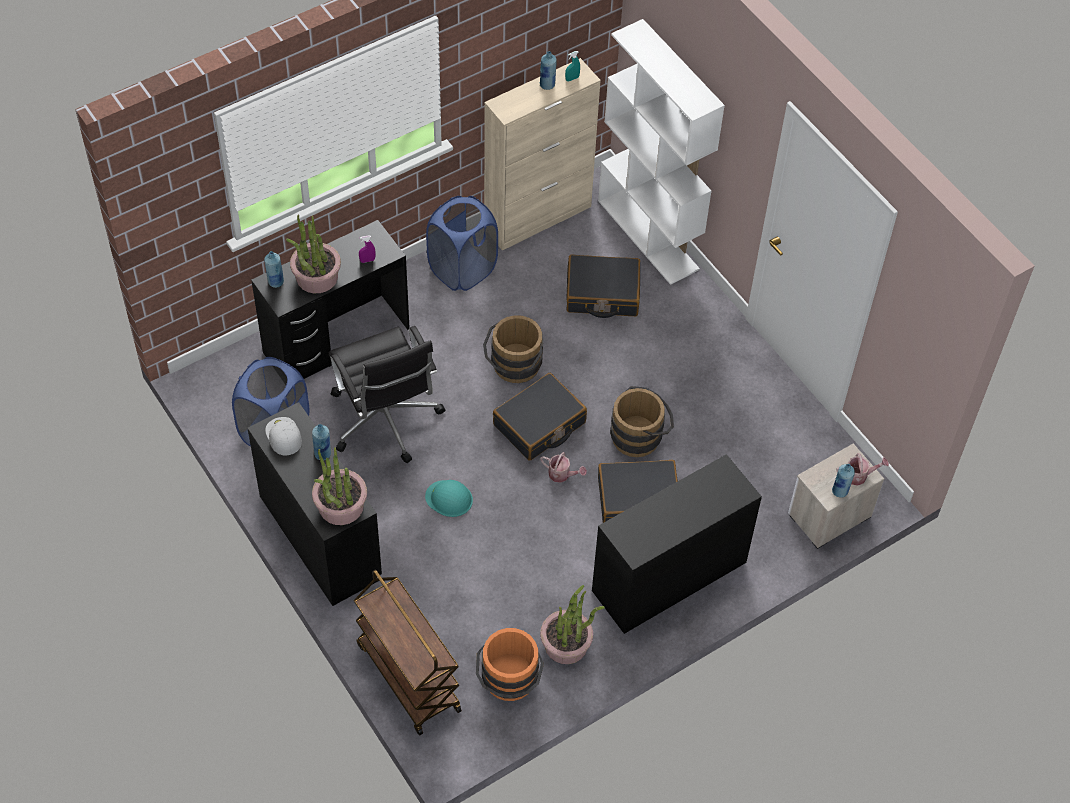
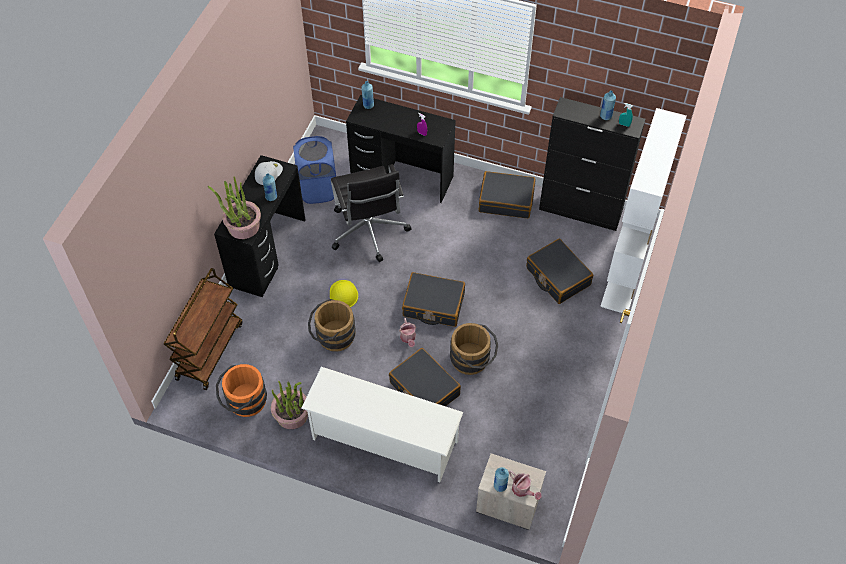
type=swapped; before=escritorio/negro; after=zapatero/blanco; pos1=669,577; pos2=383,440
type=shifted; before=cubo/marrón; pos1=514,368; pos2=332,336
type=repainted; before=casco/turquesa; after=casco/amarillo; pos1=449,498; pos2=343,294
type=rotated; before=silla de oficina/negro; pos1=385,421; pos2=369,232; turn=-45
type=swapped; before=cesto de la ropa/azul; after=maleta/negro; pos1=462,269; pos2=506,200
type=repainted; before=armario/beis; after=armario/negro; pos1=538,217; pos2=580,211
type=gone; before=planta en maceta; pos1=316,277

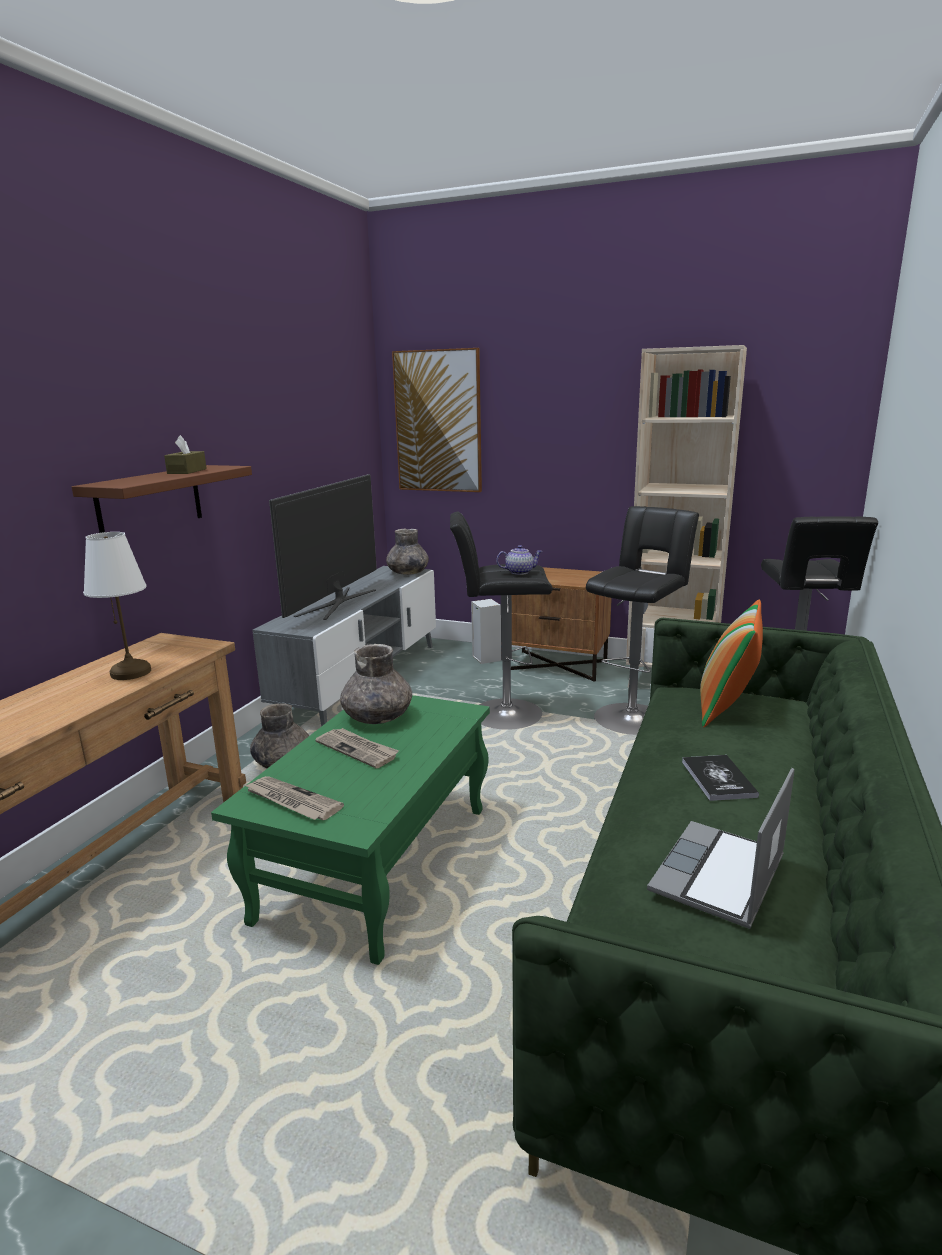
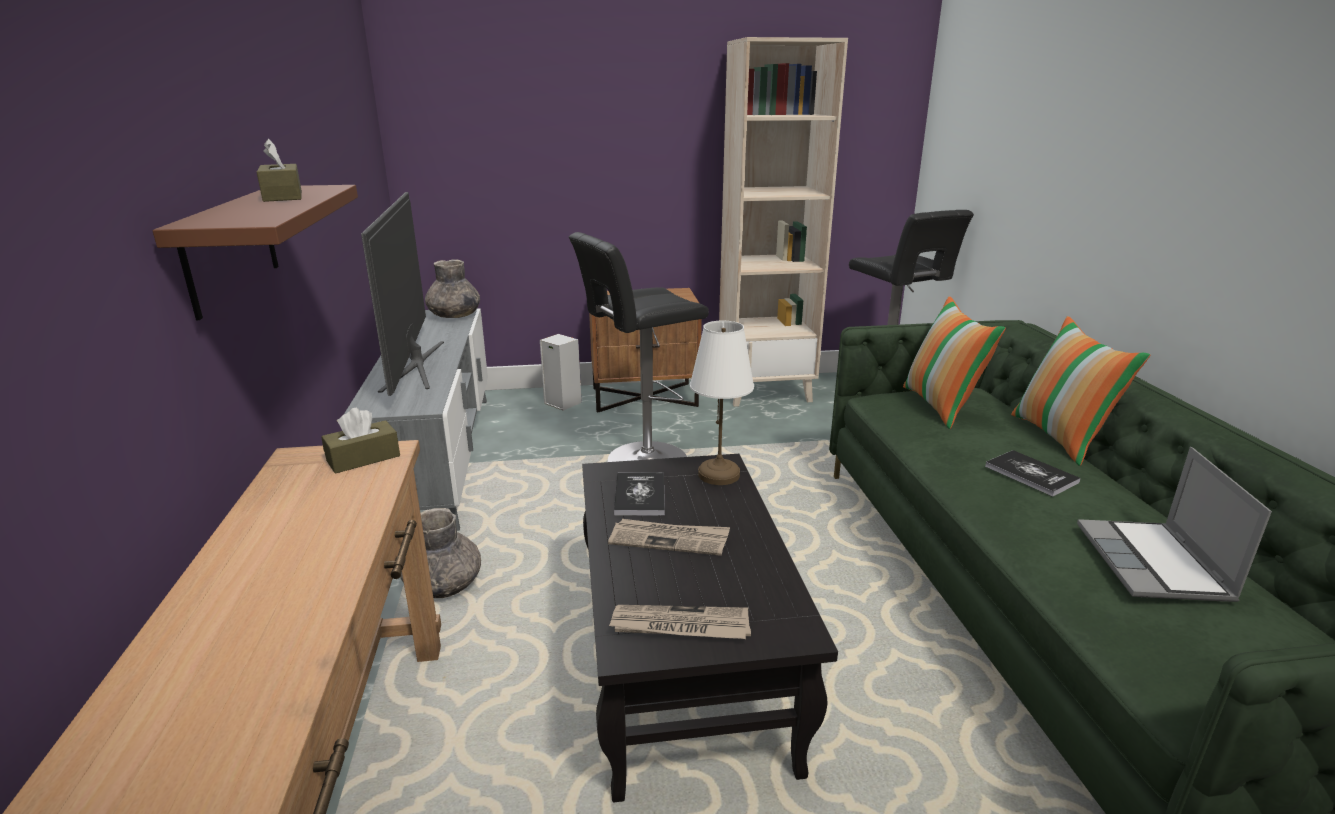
type=new; after=caja de pañuelos/marrón; pos2=363,458
type=repainted; before=mesa de centro/verde; after=mesa de centro/negro; pos1=376,863; pos2=684,667
type=swapped; before=florero/gris; after=libro; pos1=378,717; pos2=639,495
type=shifted; before=lámpara de mesa/blanco; pos1=131,672; pos2=718,474
type=new; after=cojín; pos2=1061,438
type=gone; before=cuadro; pos1=438,422
type=gone; before=tetera; pos1=519,572
type=gone; before=taburete/negro; pos1=633,716

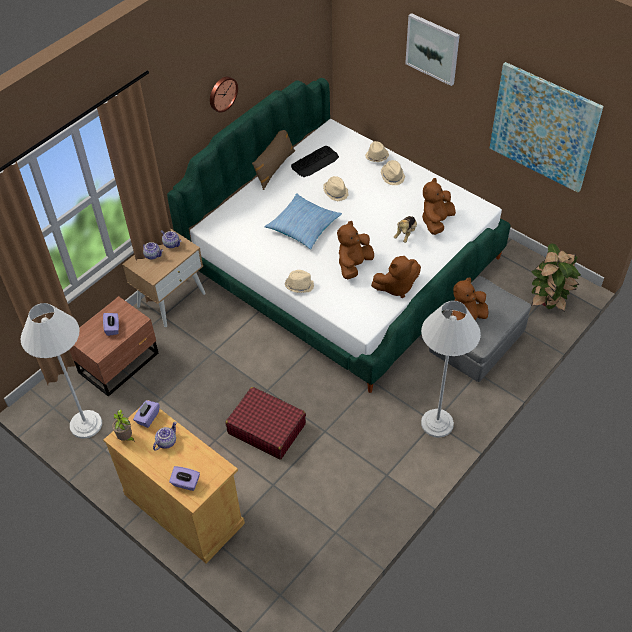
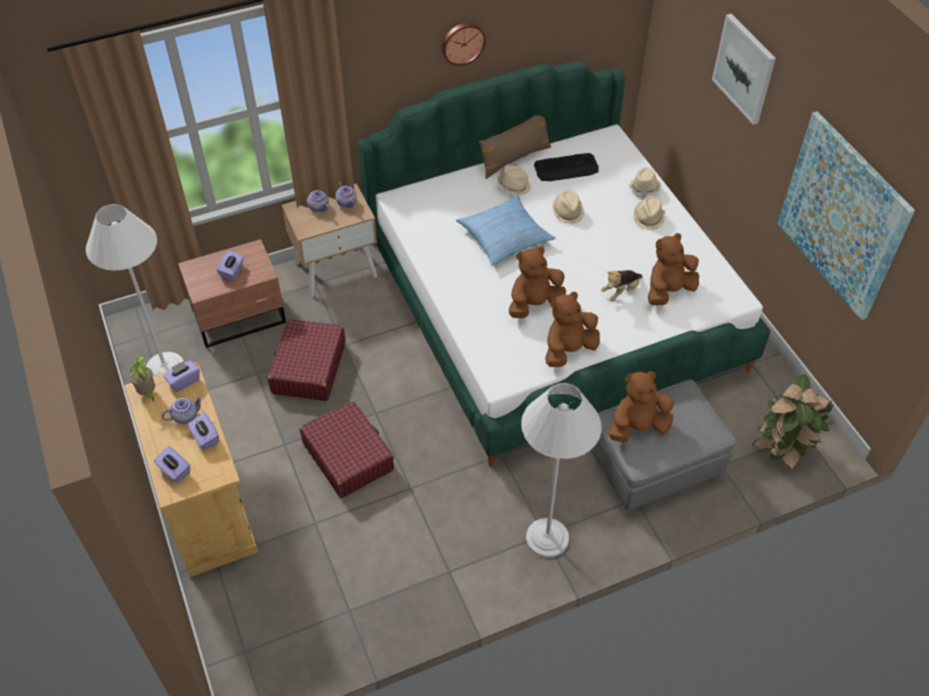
type=new; after=caja de pañuelos/morado; pos2=205,438
type=new; after=maleta/rojo; pos2=308,368
type=shifted; before=sombrero/beis; pos1=299,285; pos2=513,186
type=rotated; before=peluche/marrón; pos1=396,287; pos2=568,350; turn=135

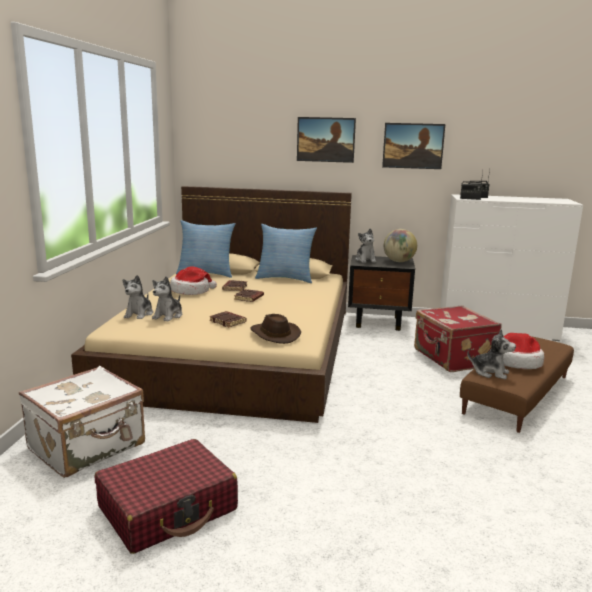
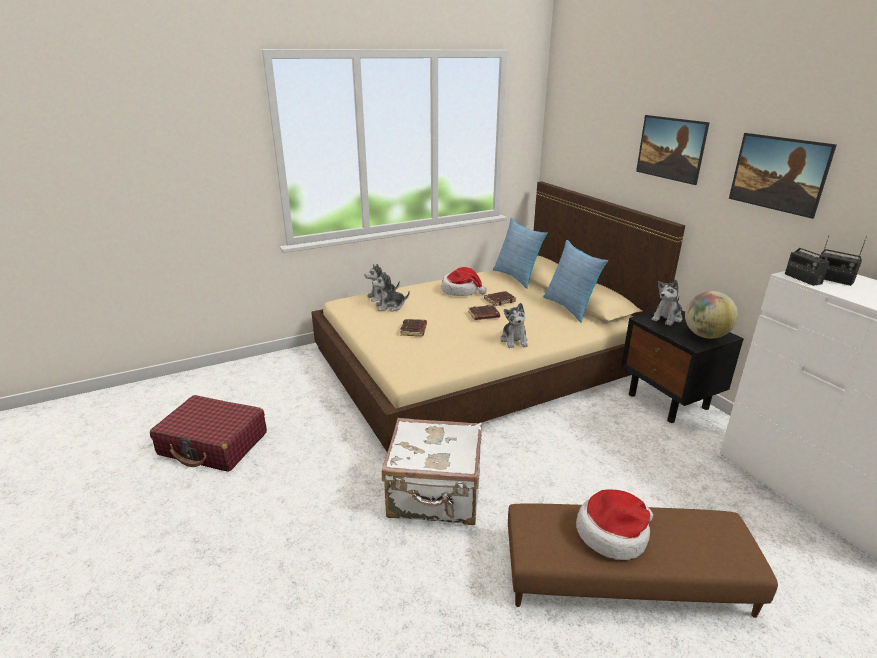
type=shifted; before=maleta/blanco; pos1=88,447; pos2=435,496
type=shifted; before=peluche; pos1=490,372; pos2=514,340
type=gone; before=sombrero/marrón; pos1=274,334
type=gone; before=maleta/rojo; pos1=452,358

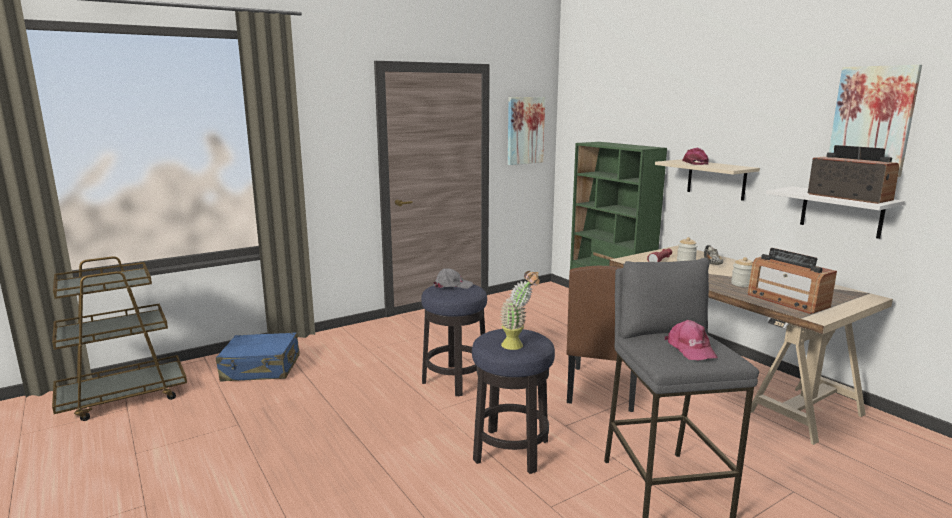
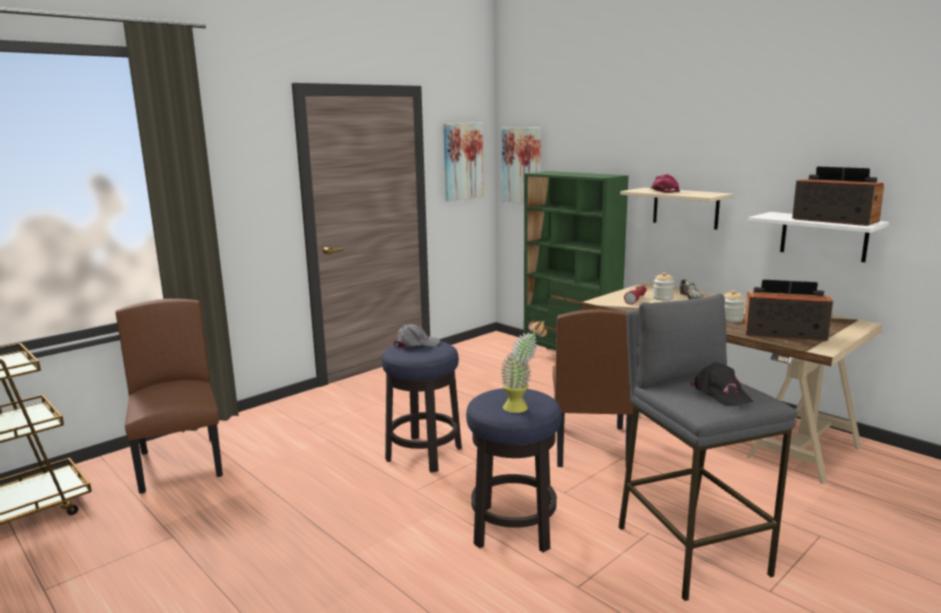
type=swapped; before=maleta/azul; after=silla/marrón; pos1=261,369; pos2=181,464
type=shifted; before=cuadro; pos1=872,120; pos2=522,165
type=repainted; before=gorra/rosa; after=gorra/negro; pos1=690,349; pos2=721,394
type=rotated; before=radio; pos1=787,301; pos2=784,333; turn=150

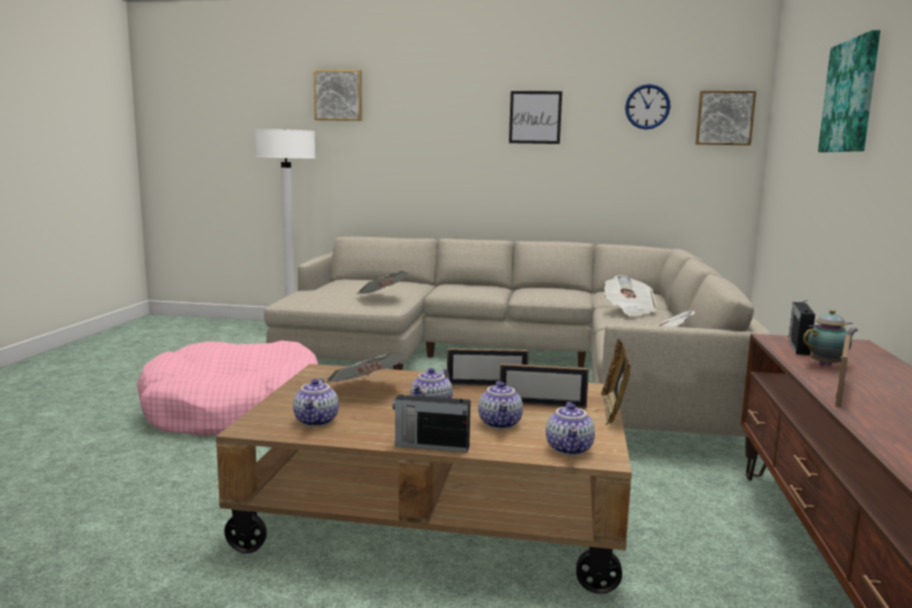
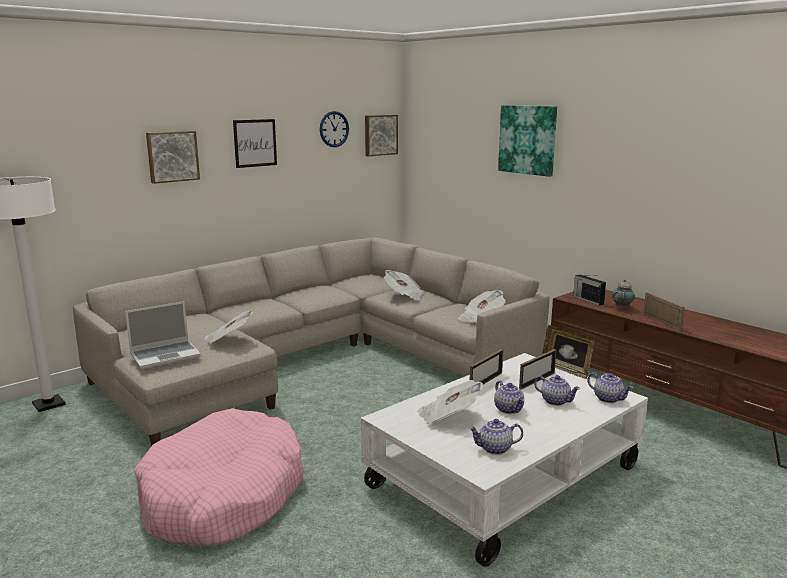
type=new; after=portátil; pos2=166,355
type=shifted; before=cuadro; pos1=338,95; pos2=172,156
type=repainted; before=mesa de centro/marrón; after=mesa de centro/blanco; pos1=438,511; pos2=504,476
type=rotated; before=tetera; pos1=317,421; pos2=495,449; turn=135
type=gone; before=radio; pos1=430,446

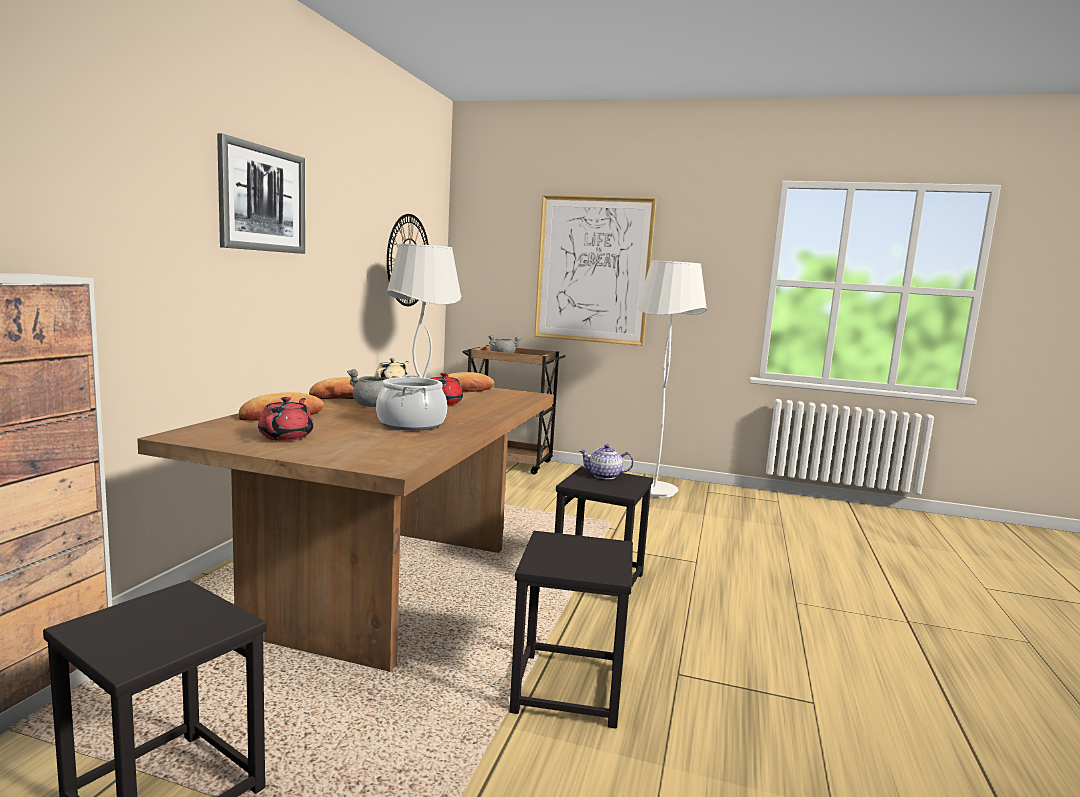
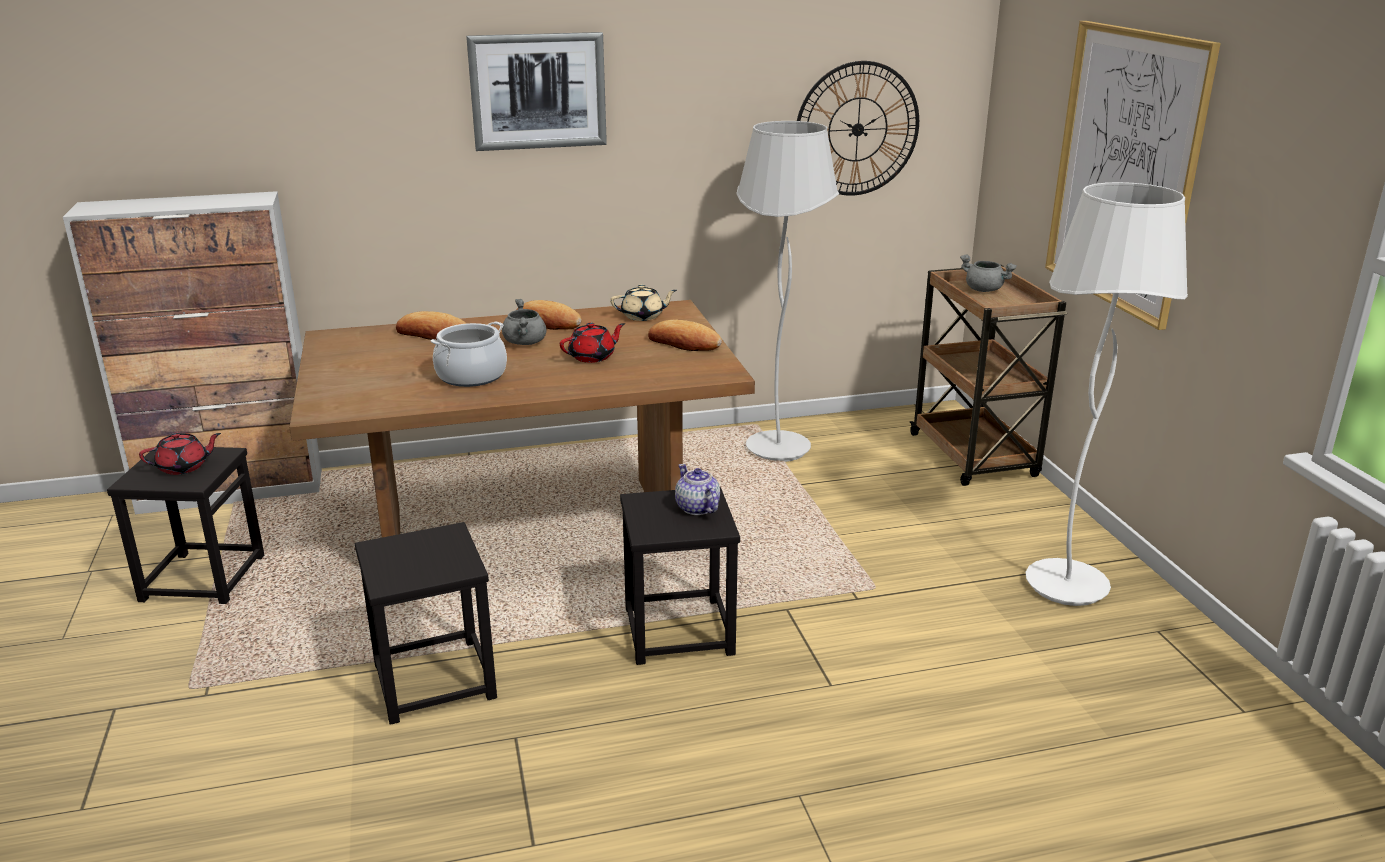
type=shifted; before=tetera/rojo; pos1=287,436; pos2=184,467

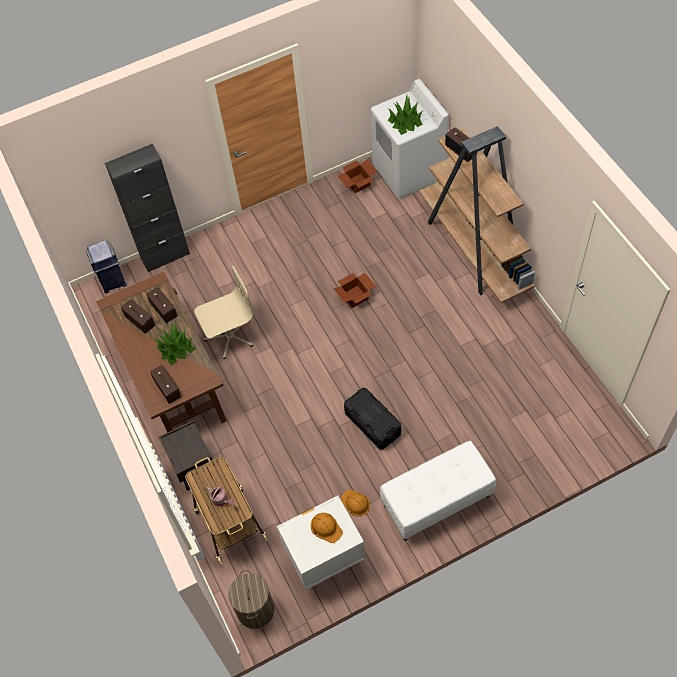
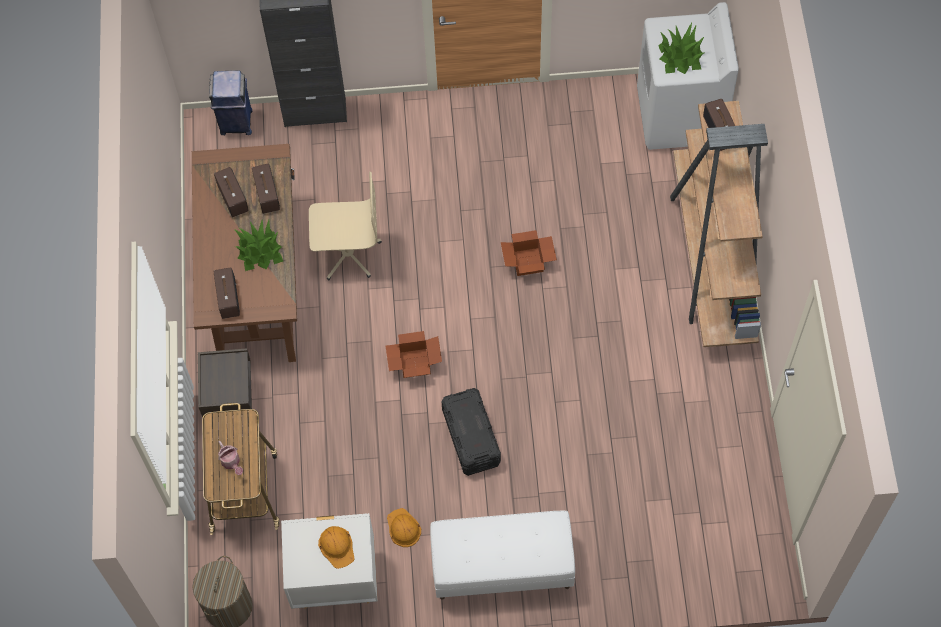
type=shifted; before=caja de cartón; pos1=357,183; pos2=414,363

